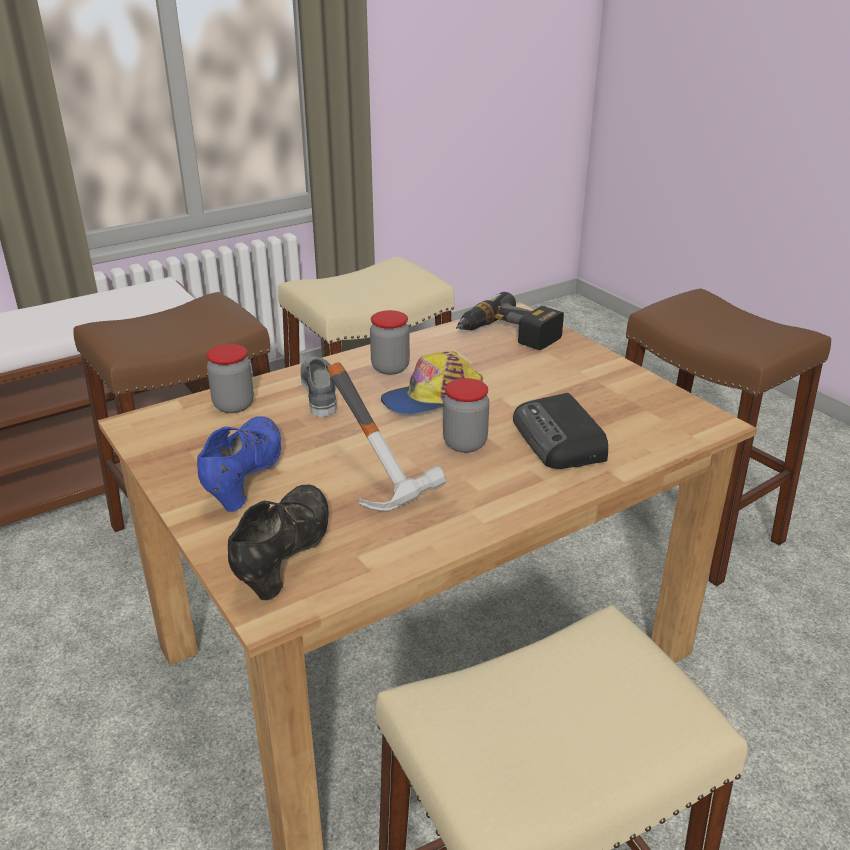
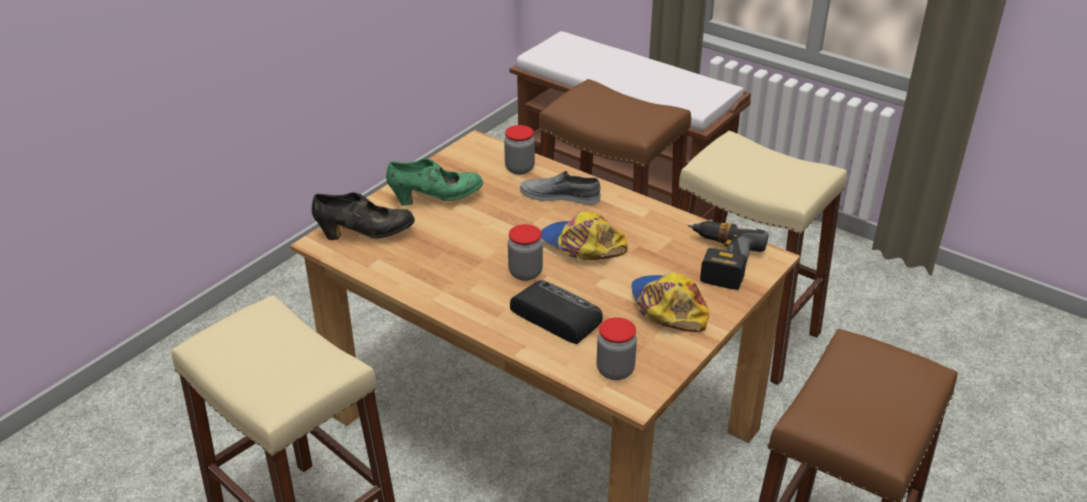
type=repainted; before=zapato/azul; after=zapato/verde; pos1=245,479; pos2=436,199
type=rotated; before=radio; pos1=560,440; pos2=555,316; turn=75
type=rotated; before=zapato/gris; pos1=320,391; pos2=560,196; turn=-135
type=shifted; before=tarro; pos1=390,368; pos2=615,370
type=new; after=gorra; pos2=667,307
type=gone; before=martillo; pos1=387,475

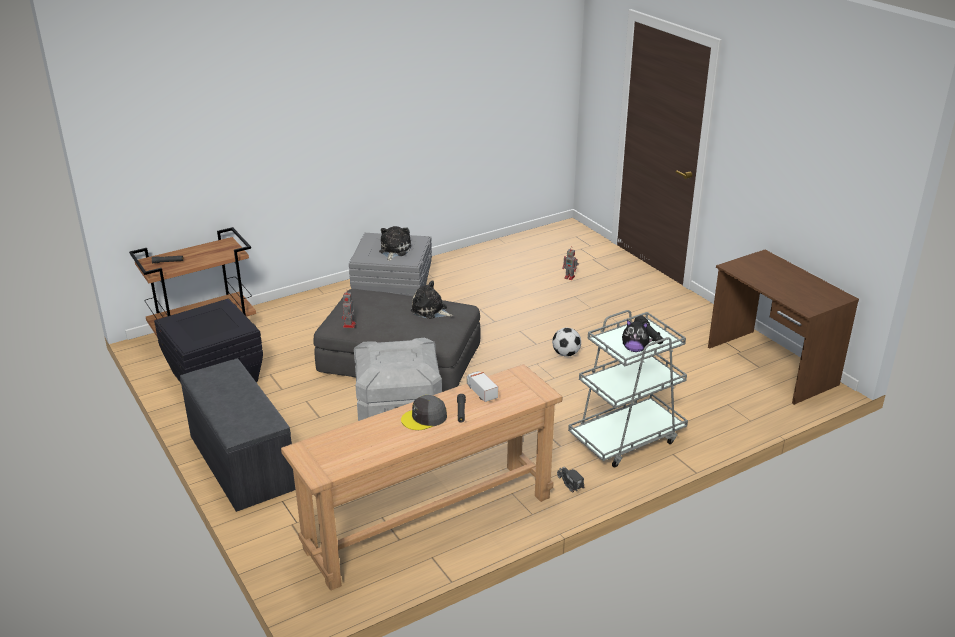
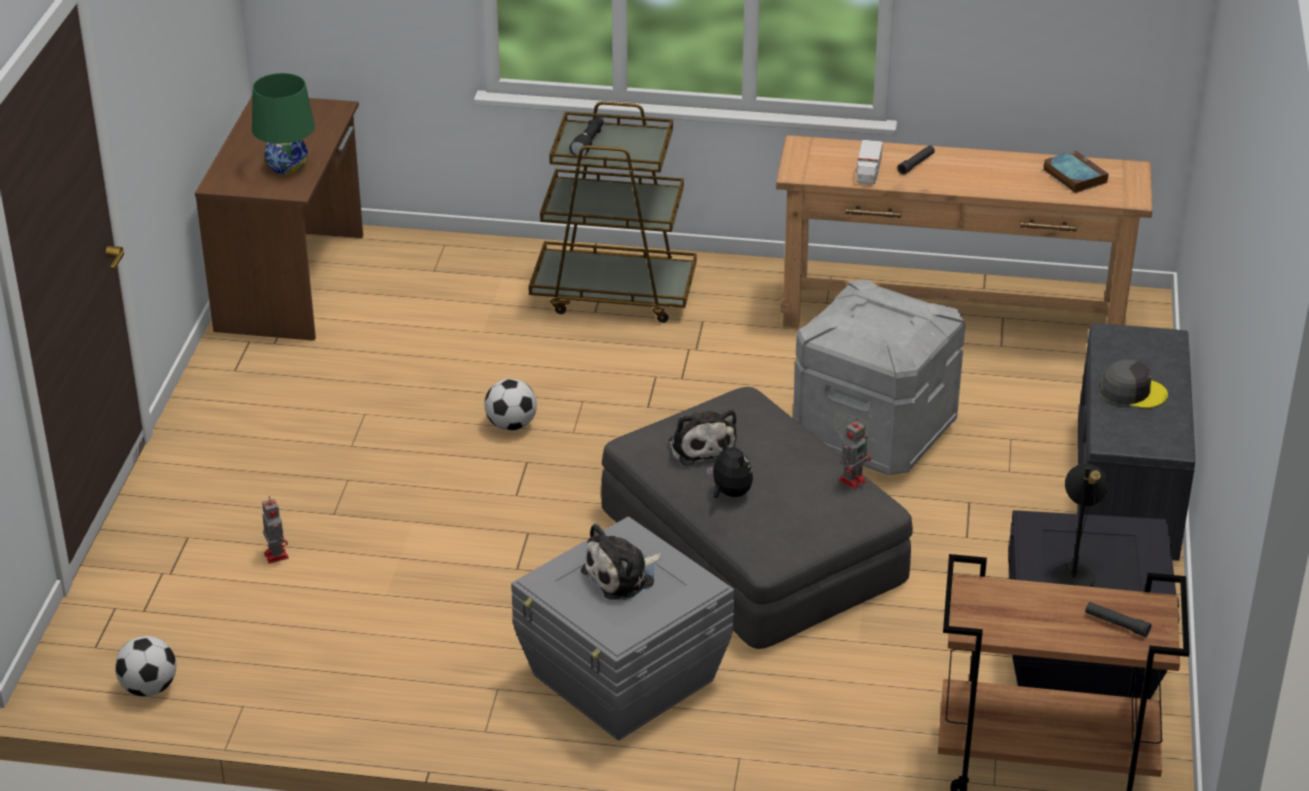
type=new; after=balón de fútbol; pos2=149,688
type=new; after=lámpara de mesa/verde; pos2=287,166
type=repainted; before=carrito/gris; after=carrito/marrón; pos1=626,438; pos2=614,293
type=shifted; before=peluche; pos1=635,349; pos2=729,494
type=new; after=libro; pos2=1073,176
type=new; after=lámpara de mesa/negro; pos2=1074,571
type=shifted; before=gorra/gris; pos1=424,418; pos2=1132,391
type=gone; before=camión de juguete; pos1=570,483

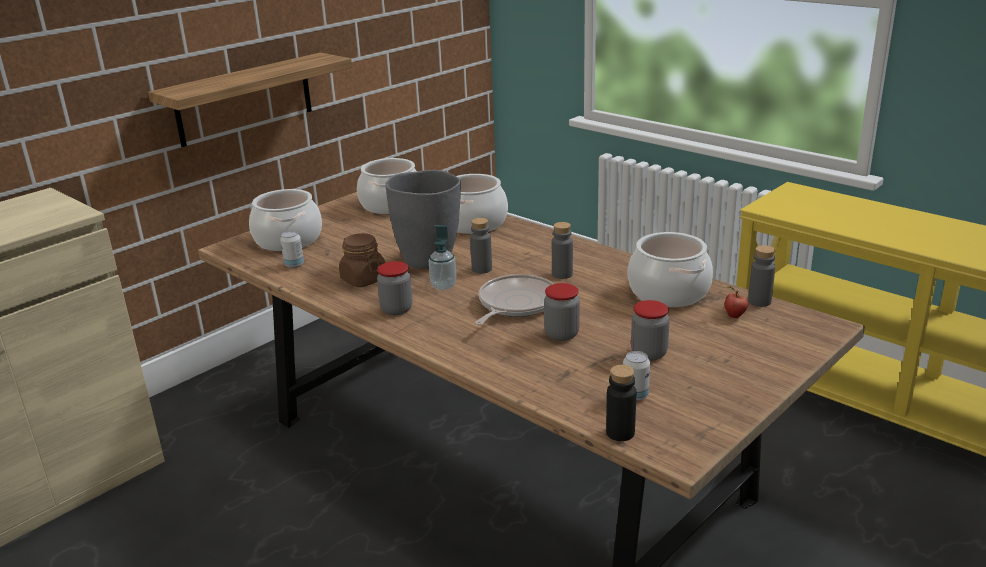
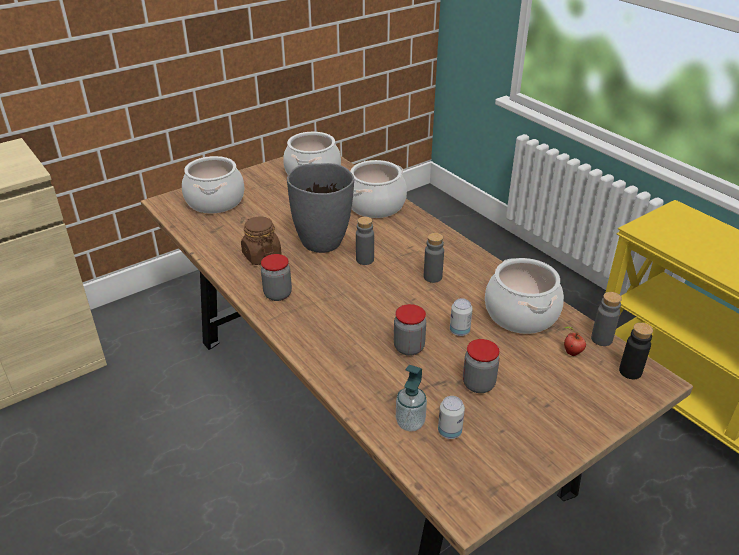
type=shifted; before=dispensador de jabón; pos1=443,286; pos2=410,423
type=shifted; before=lata; pos1=294,265; pos2=459,331
type=shifted; before=botella/negro; pos1=620,433; pos2=630,371
type=gone; before=estante; pos1=244,99
type=gone; before=sartén; pos1=515,304

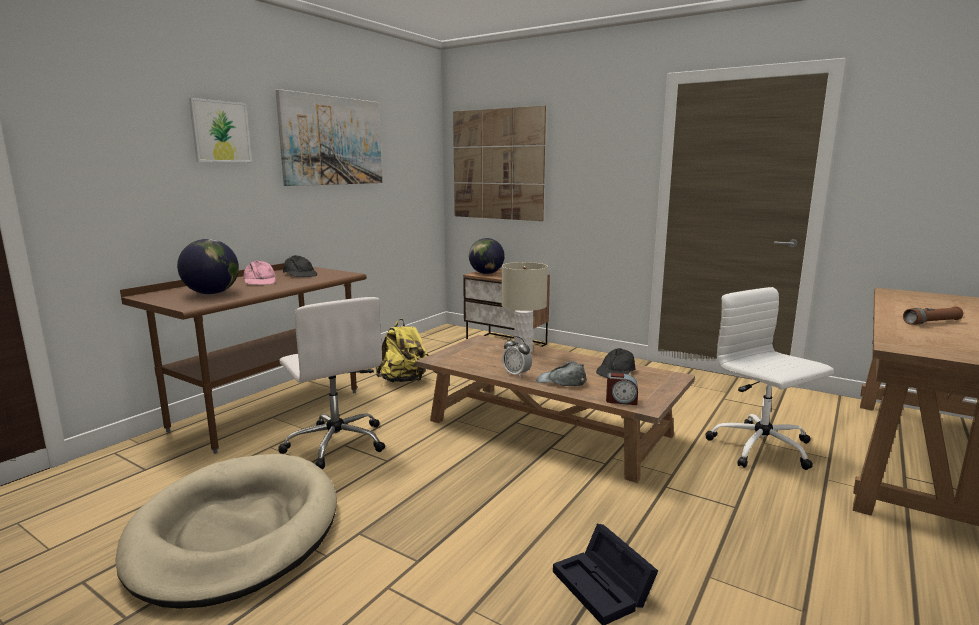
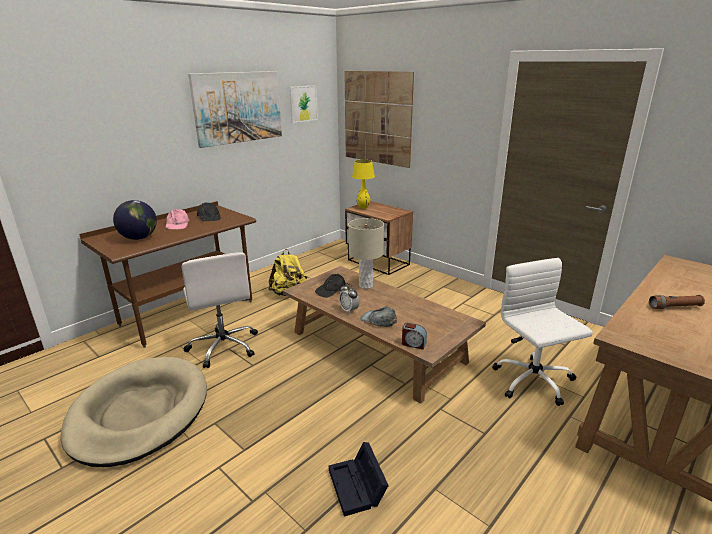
type=shifted; before=cuadro; pos1=220,131; pos2=303,103
type=shifted; before=gorra/negro; pos1=616,371; pos2=331,290
type=swapped; before=globo terráqueo; after=lámpara de mesa/amarillo; pos1=486,273; pos2=363,208

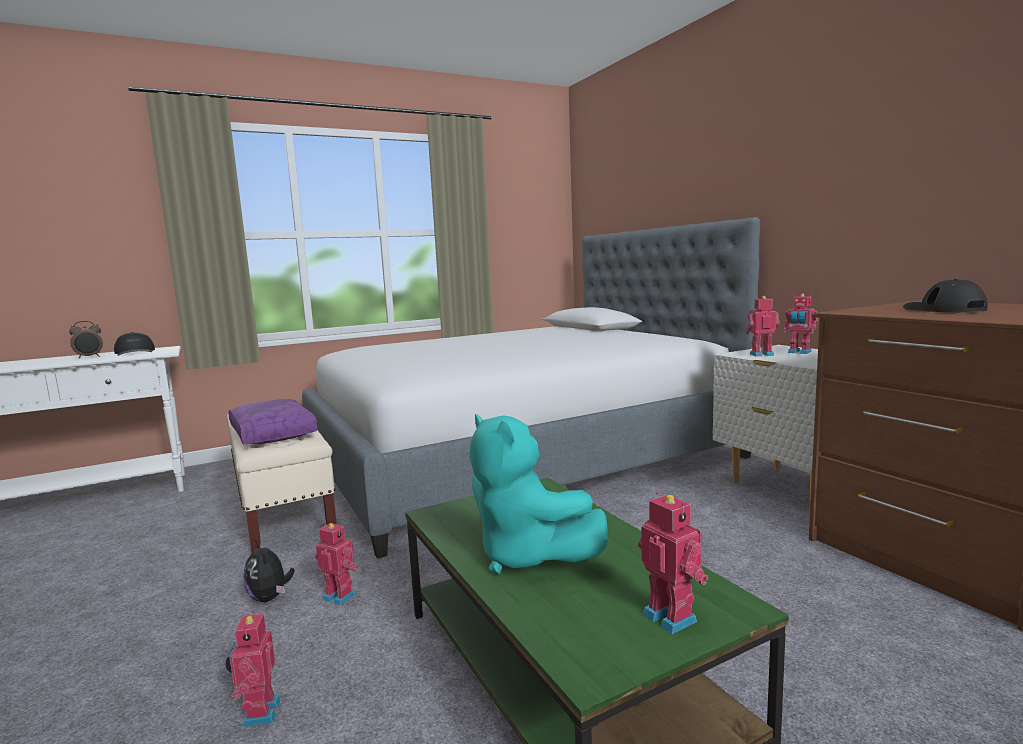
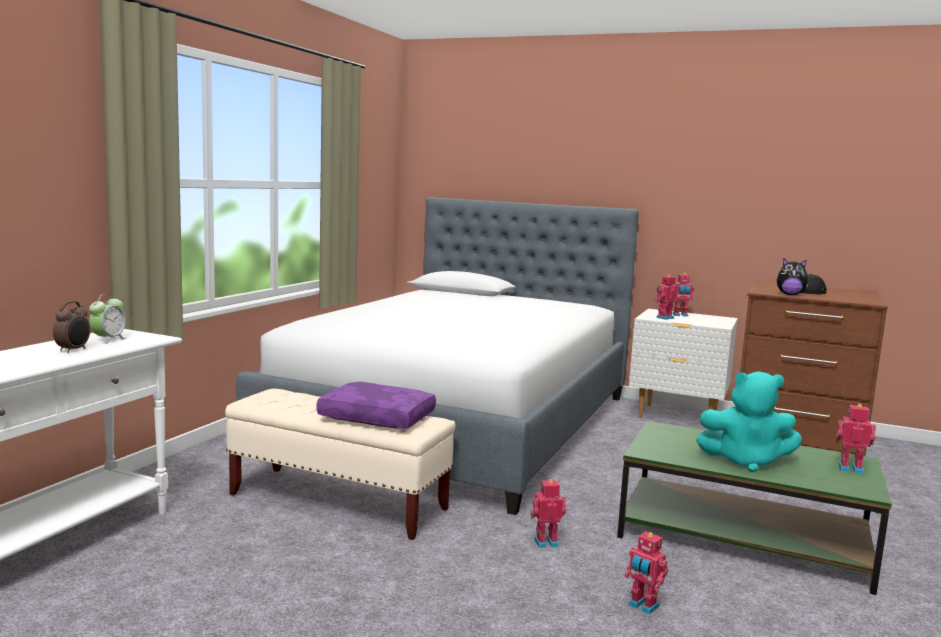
type=swapped; before=gorra/negro; after=despertador; pos1=135,352; pos2=108,340
type=shifted; before=peluche; pos1=270,598; pos2=790,294

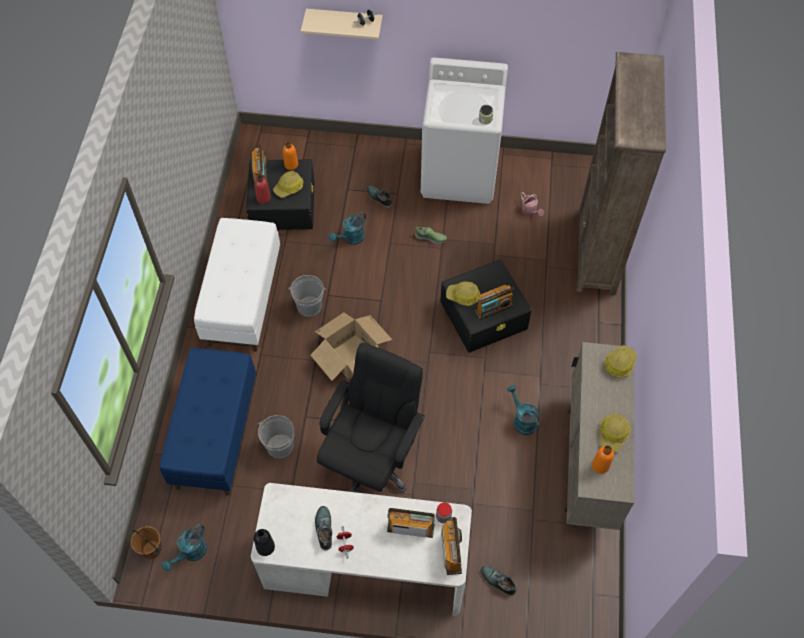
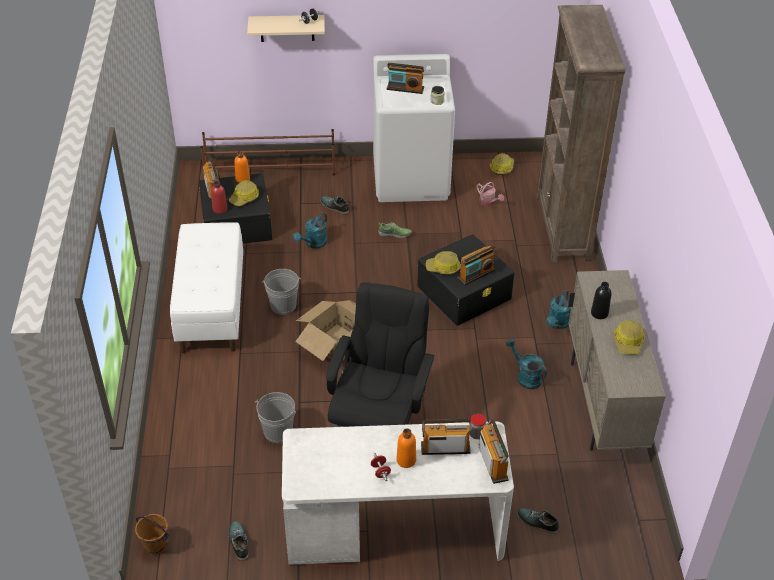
type=new; after=zapatero/marrón; pos2=271,169
type=shifted; before=zapato; pos1=324,529; pos2=238,542
type=new; after=radio; pos2=405,88
type=shifted; before=botella/naranja; pos1=600,465; pos2=406,460
type=shifted; before=casco; pos1=619,363; pos2=501,167
type=shifted; before=regadera/turquesa; pos1=191,553; pos2=557,324
type=shifted; before=botella/negro; pos1=265,547; pos2=599,313
type=gone; before=banco/azul; pos1=215,434

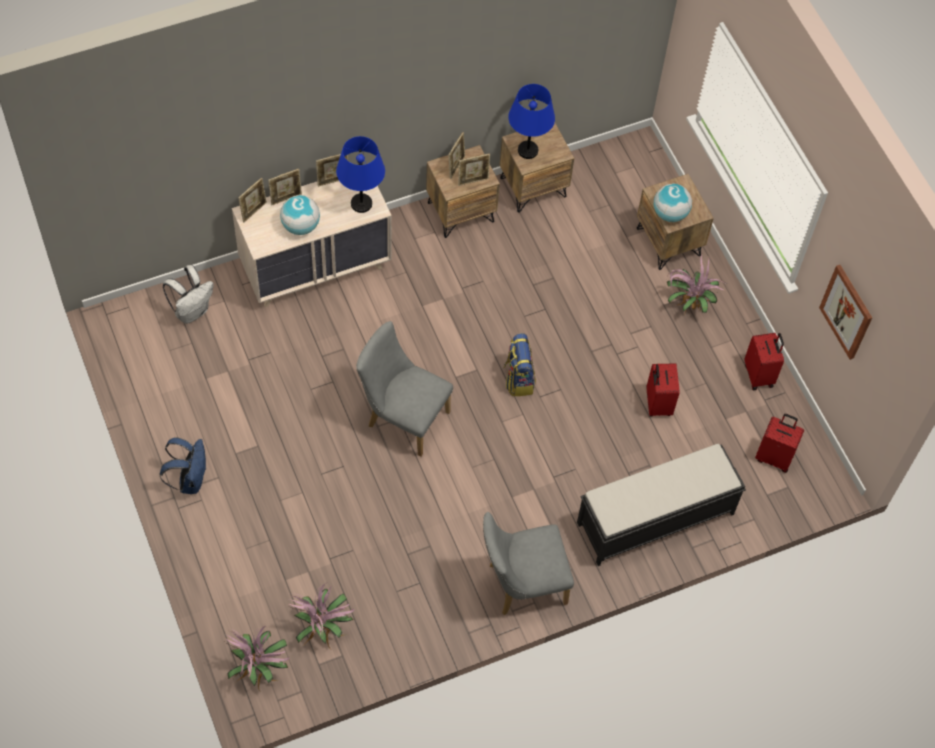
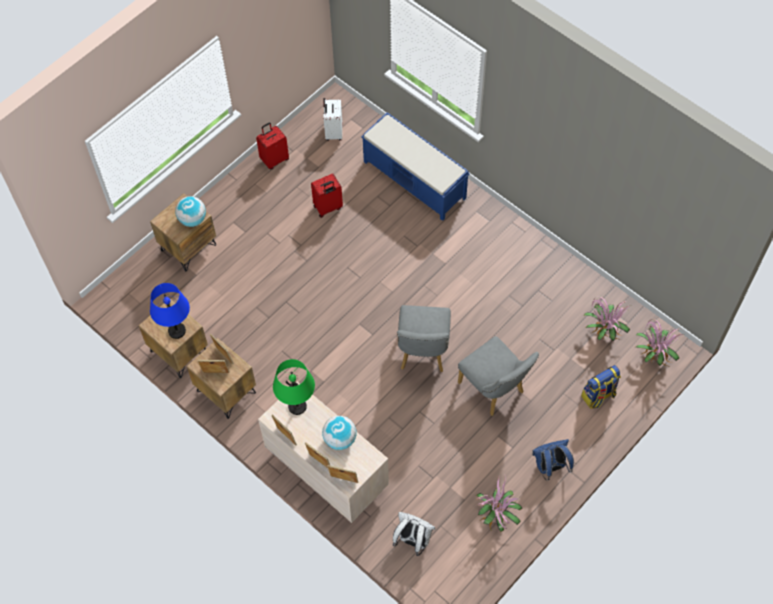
type=repainted; before=lámpara de mesa/azul; after=lámpara de mesa/verde; pos1=361,204; pos2=297,406
type=repainted; before=maleta/rojo; after=maleta/blanco; pos1=774,457; pos2=333,132
type=repainted; before=banco/negro; after=banco/azul; pos1=654,519; pos2=415,180
type=shifted; before=silla/gris; pos1=521,584; pos2=494,390
type=shifted; before=planta en maceta; pos1=689,303; pos2=496,516
type=shifted; before=mochila; pos1=518,378; pos2=598,396
type=gone; before=cuadro; pos1=847,311

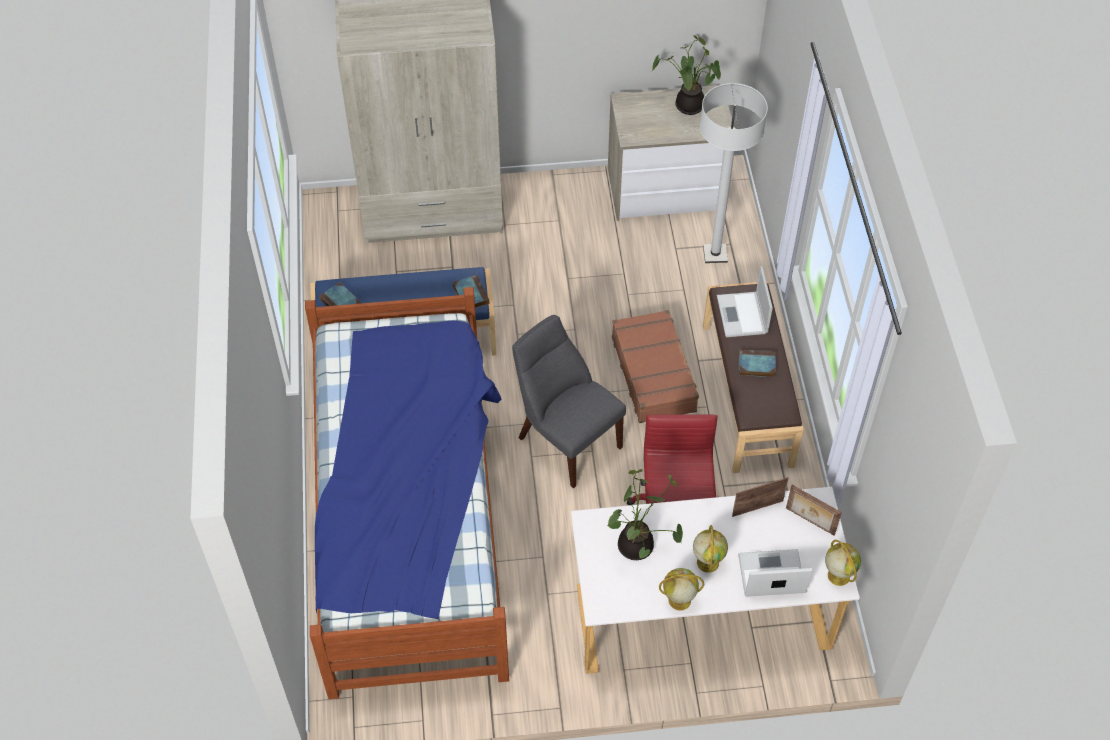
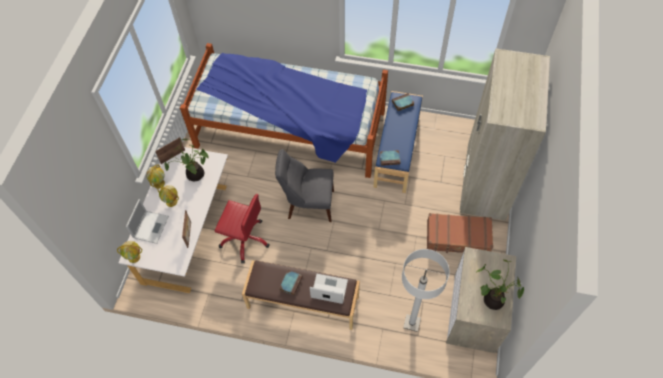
type=shifted; before=portarretratos; pos1=809,522; pos2=172,156
type=rotated; before=silla/gris; pos1=566,440; pos2=308,204; turn=-150
type=shifted; before=maleta/marrón; pos1=654,373; pos2=458,238

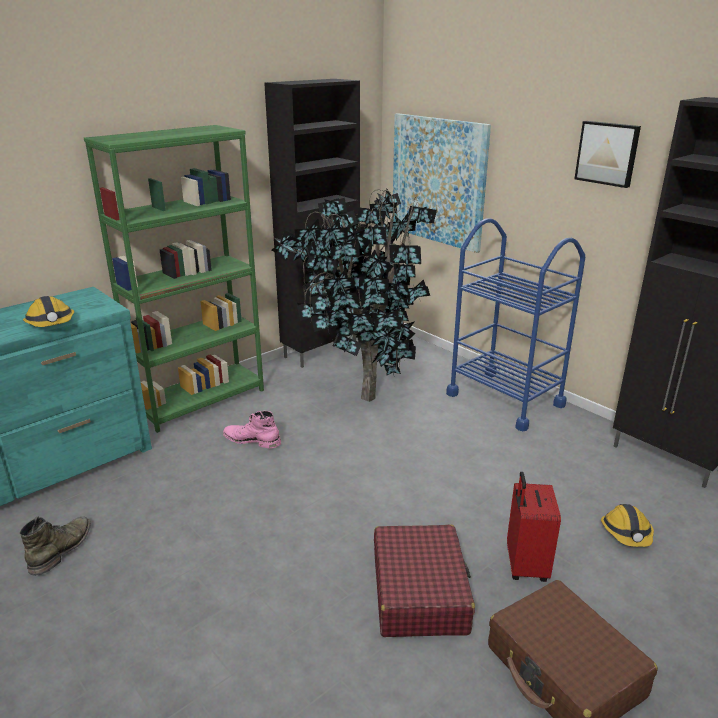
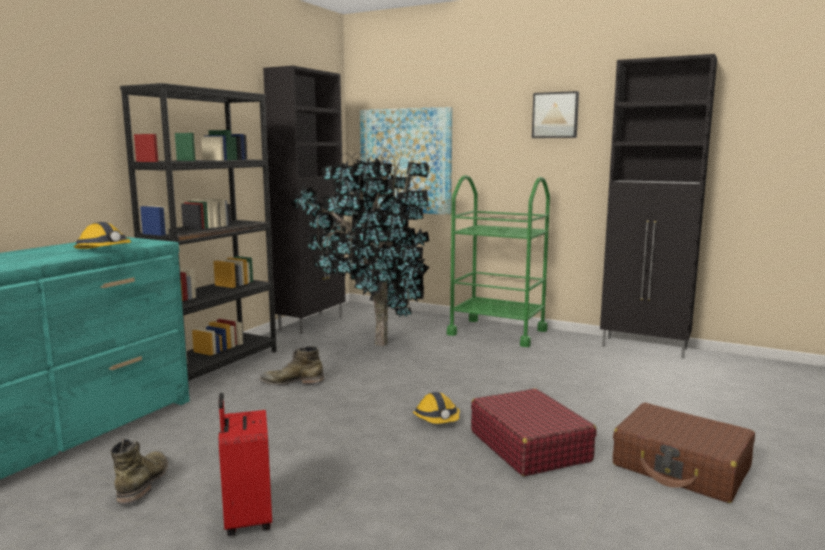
type=repainted; before=estantería/verde; after=estantería/negro; pos1=201,400; pos2=216,364
type=shifted; before=maleta/rojo; pos1=524,565; pos2=246,519
type=repainted; before=bota/rosa; after=bota/verde; pos1=252,440; pos2=292,382
type=shifted; before=casco; pos1=626,533; pos2=437,419
type=repainted; before=carrito/azul; after=carrito/verde; pos1=505,399; pos2=497,332

